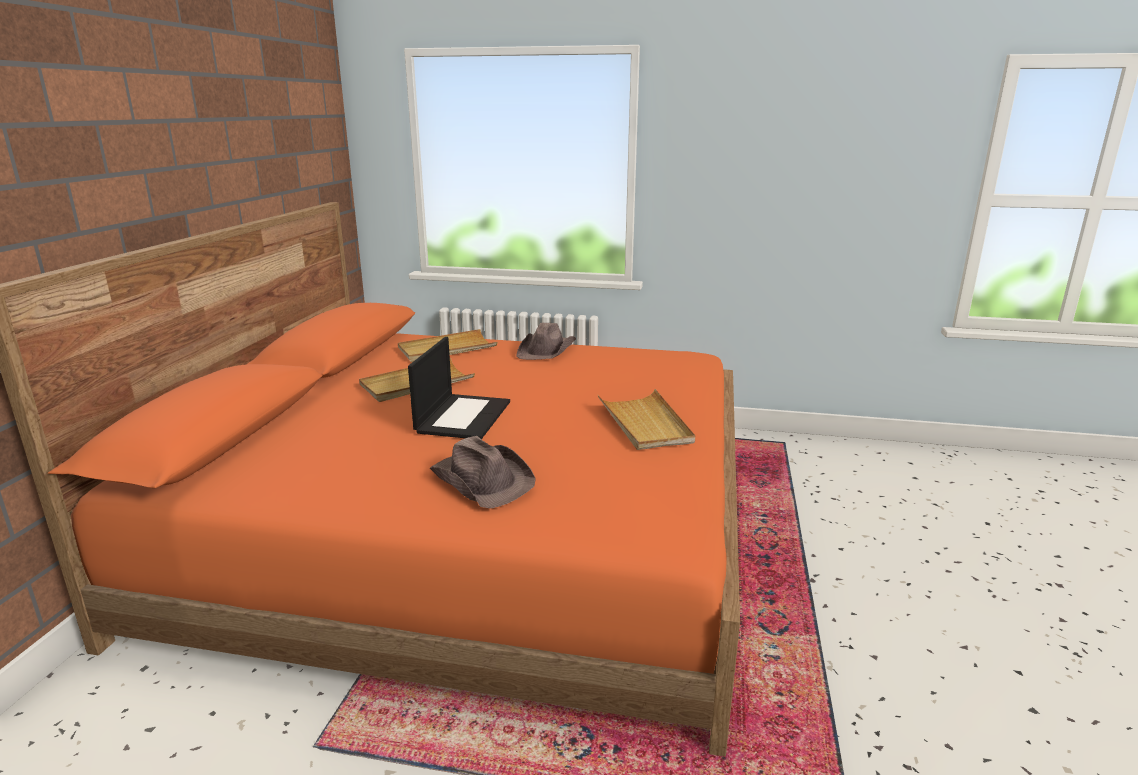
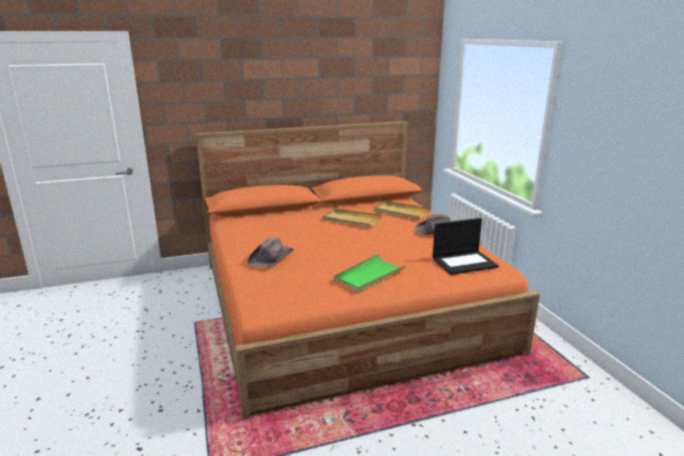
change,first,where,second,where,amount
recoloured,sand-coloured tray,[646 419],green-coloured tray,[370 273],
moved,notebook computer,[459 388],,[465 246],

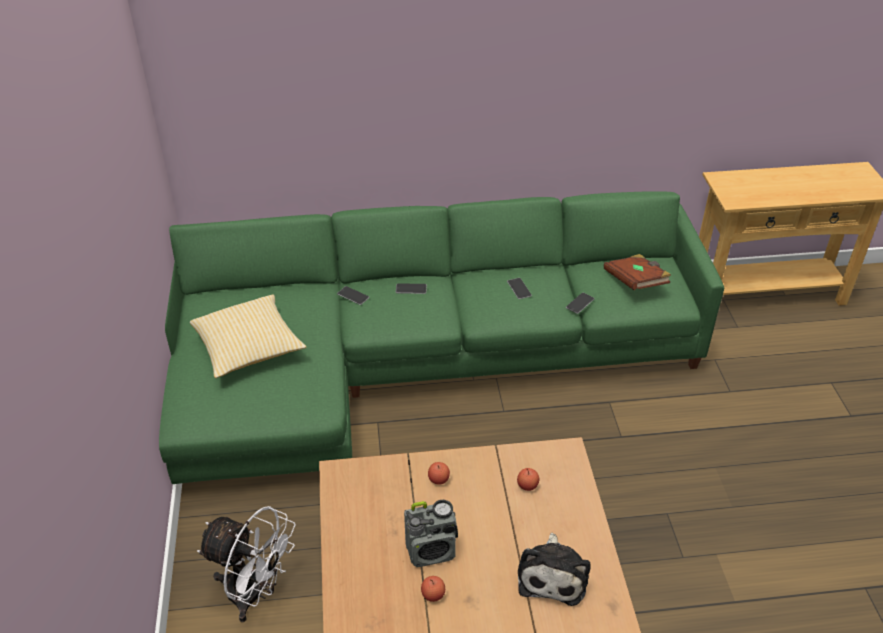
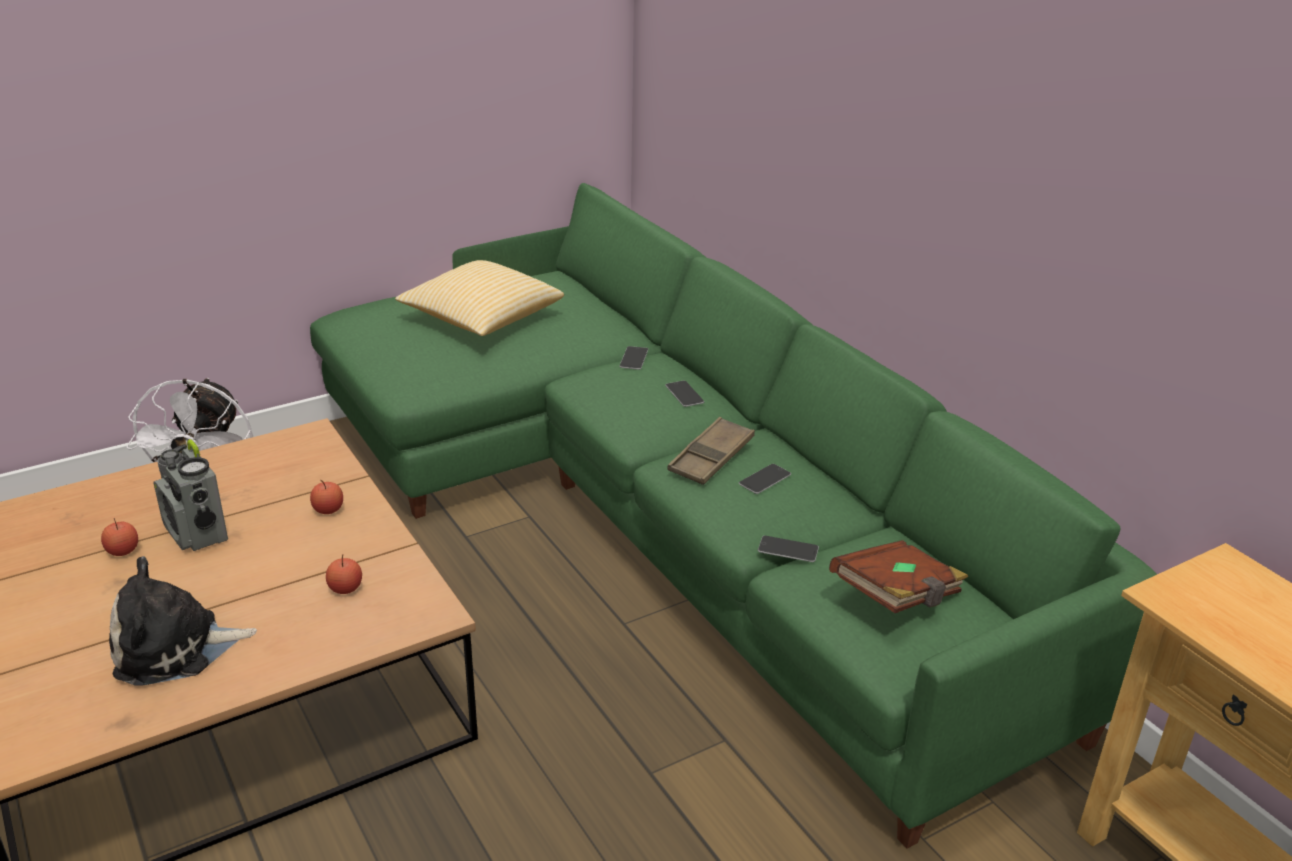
change,first,where,second,where,amount
added,,,brownish tray,[711 451],

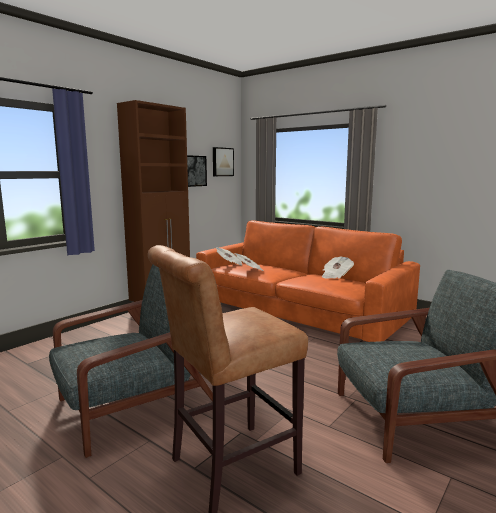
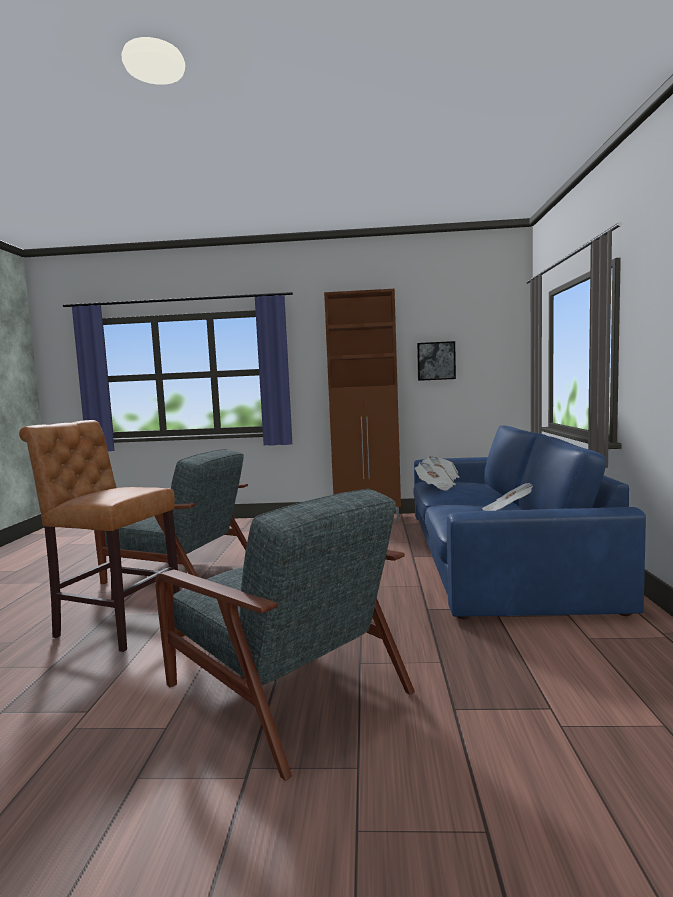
change,first,where,second,where,amount
recoloured,orangey couch,[308 281],bluish couch,[529 522],
removed,wall picture,[223 161],,,

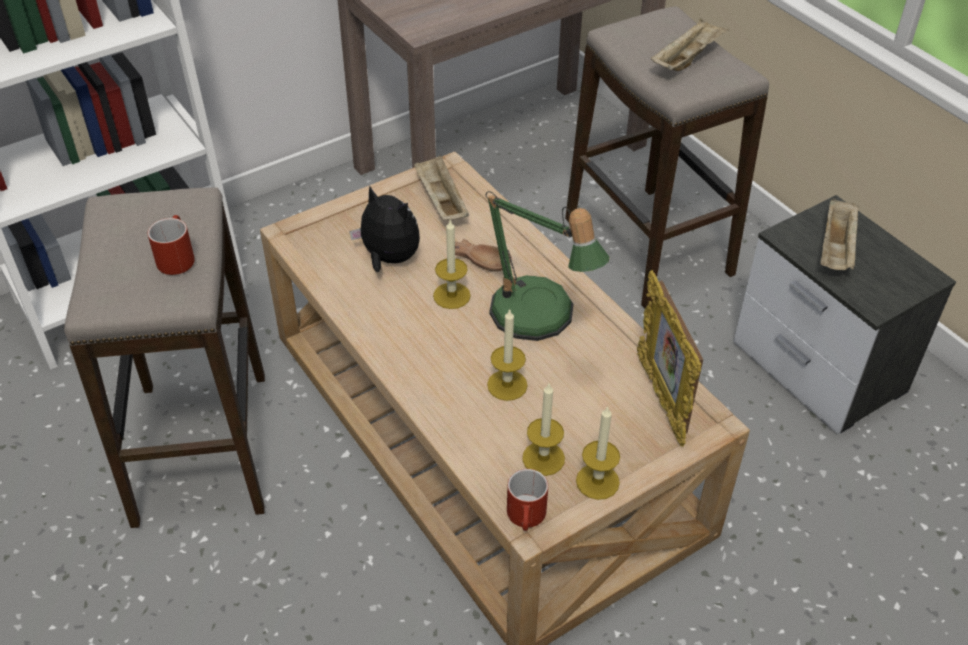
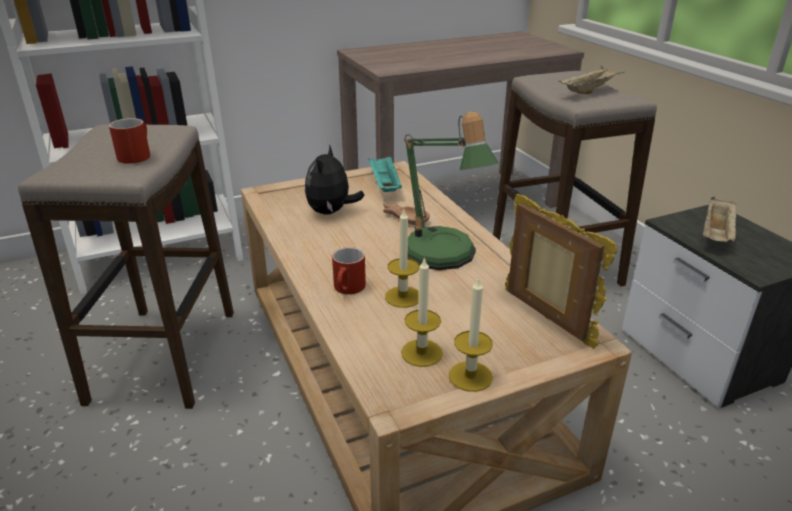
change,first,where,second,where,amount
turned,soft toy,[384 228],,[335 179],120 degrees counterclockwise
moved,red tea mug,[527 500],,[349 270],
recoloured,sand-coloured tray,[441 187],turquoise-coloured tray,[385 173],
turned,standing frame,[670 358],,[561 271],150 degrees clockwise
removed,candle,[452 264],,,

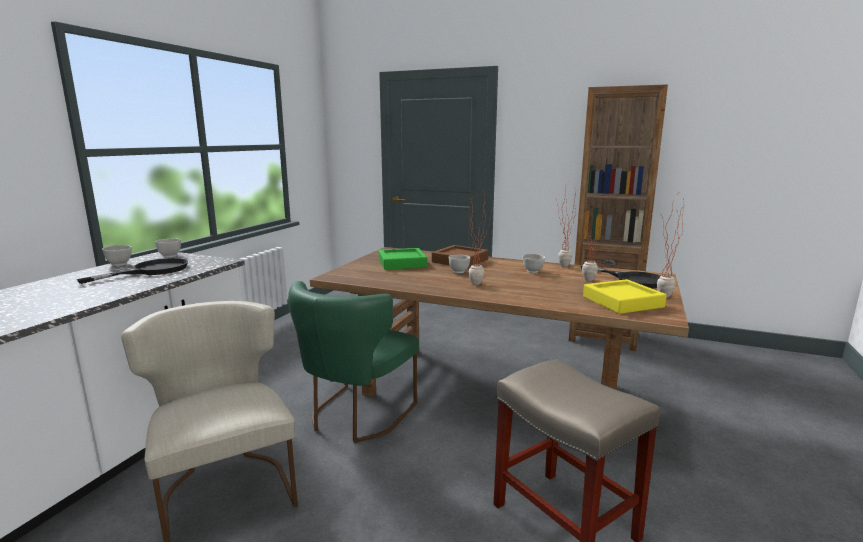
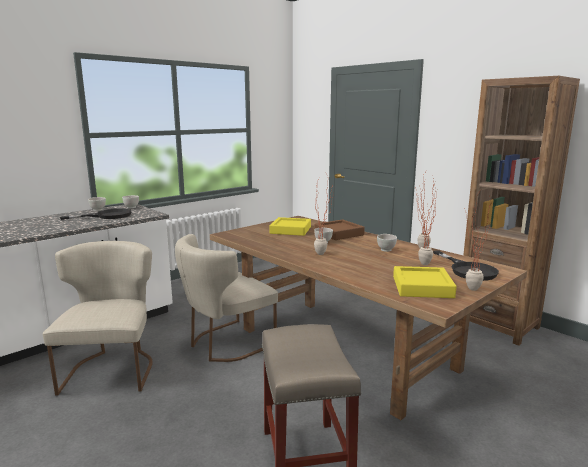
change,first,where,second,where,amount
recoloured,green-coloured plain chair,[353 362],sand-coloured plain chair,[226 298],
recoloured,green-coloured tray,[403 259],yellowish tray,[290 226],

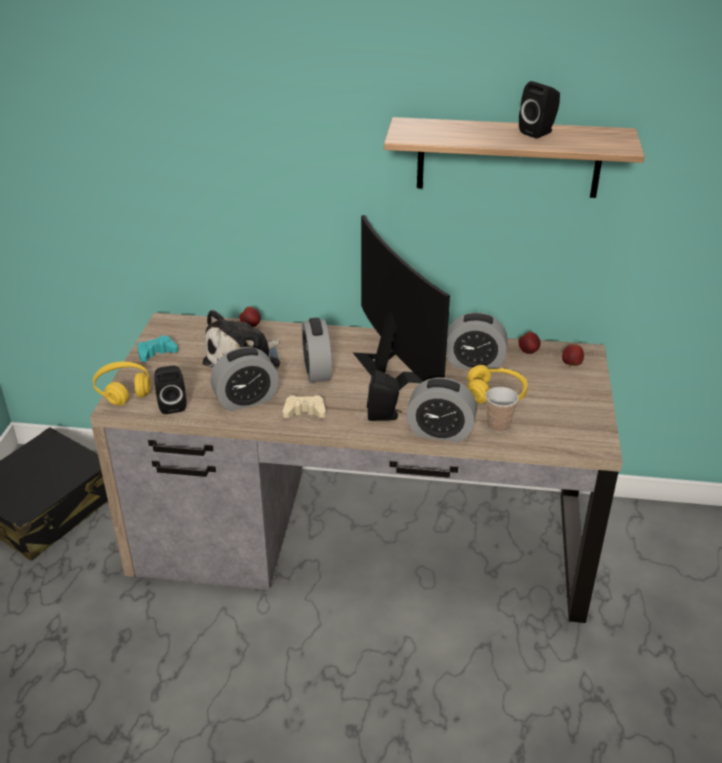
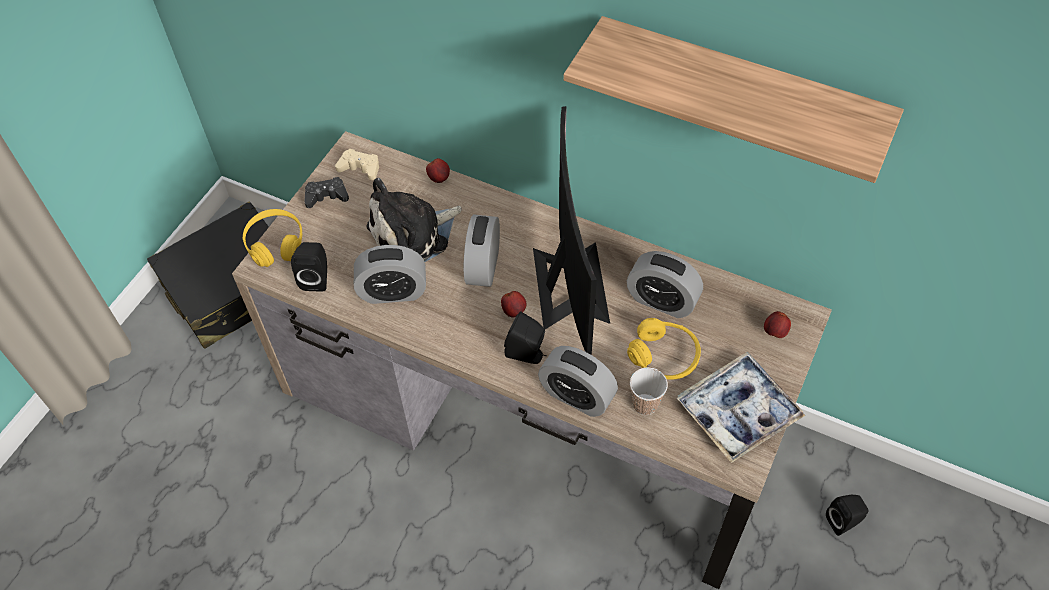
change,first,where,second,where,amount
recoloured,turquoise-coloured joypad,[157 348],blackish joypad,[326 192],
moved,sand-coloured joypad,[304 406],,[357 164],
moved,apple fruit,[529 342],,[514 304],
added,,,tray,[741 407],
moved,blackish loudspeaker,[539 110],,[847 515],

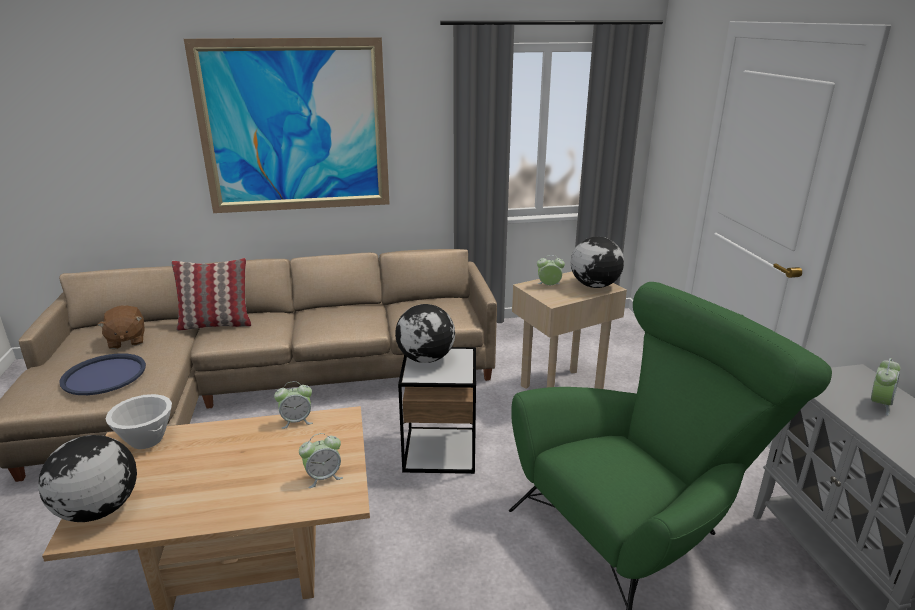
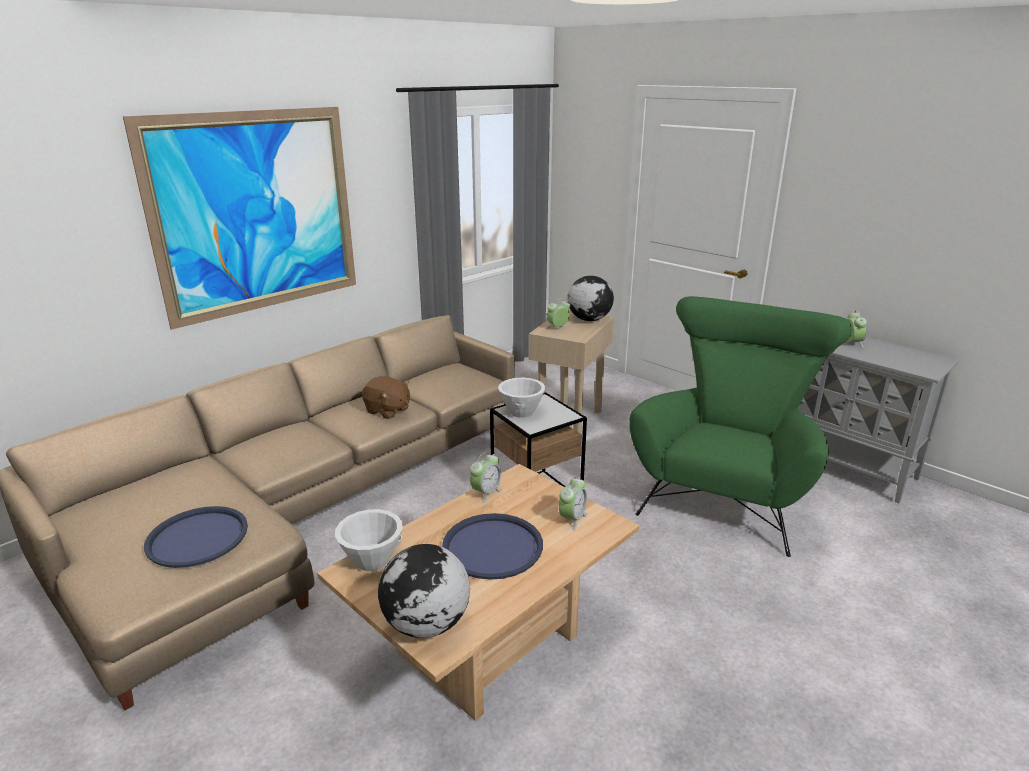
change,first,where,second,where,amount
moved,brownish soft toy,[121 327],,[386 397],
added,,,bluish tray,[492 546],
replaced,world globe,[425 333],white deep dish,[521 398],
removed,throw pillow,[211 294],,,

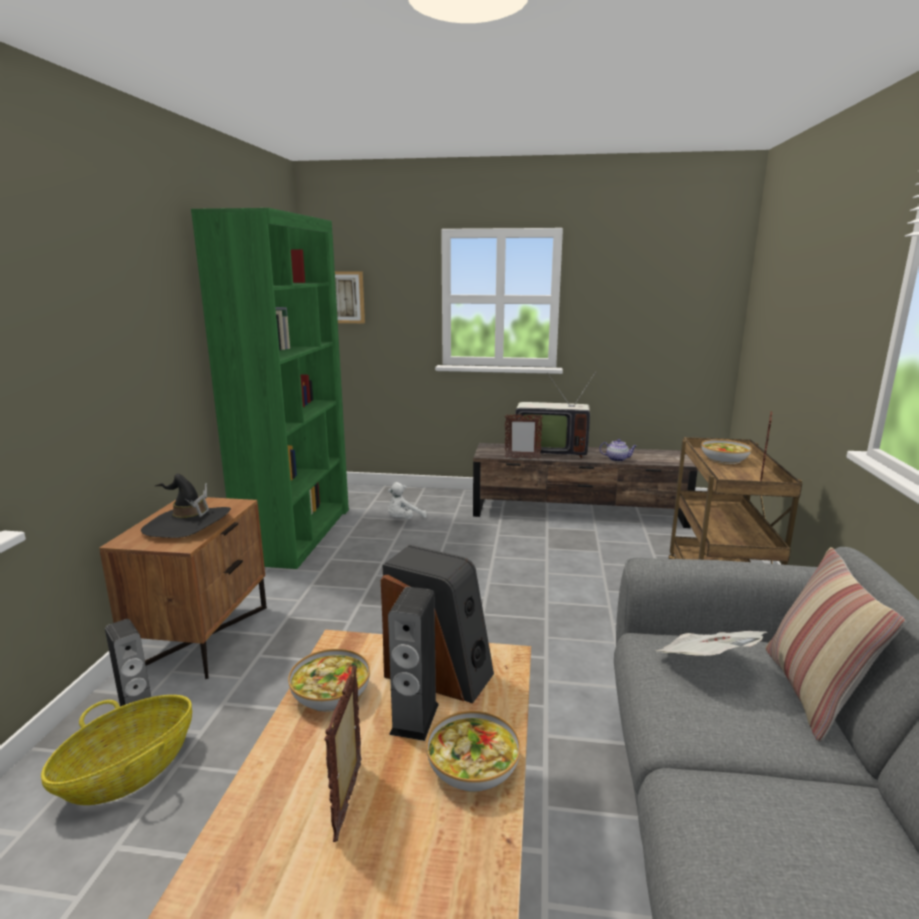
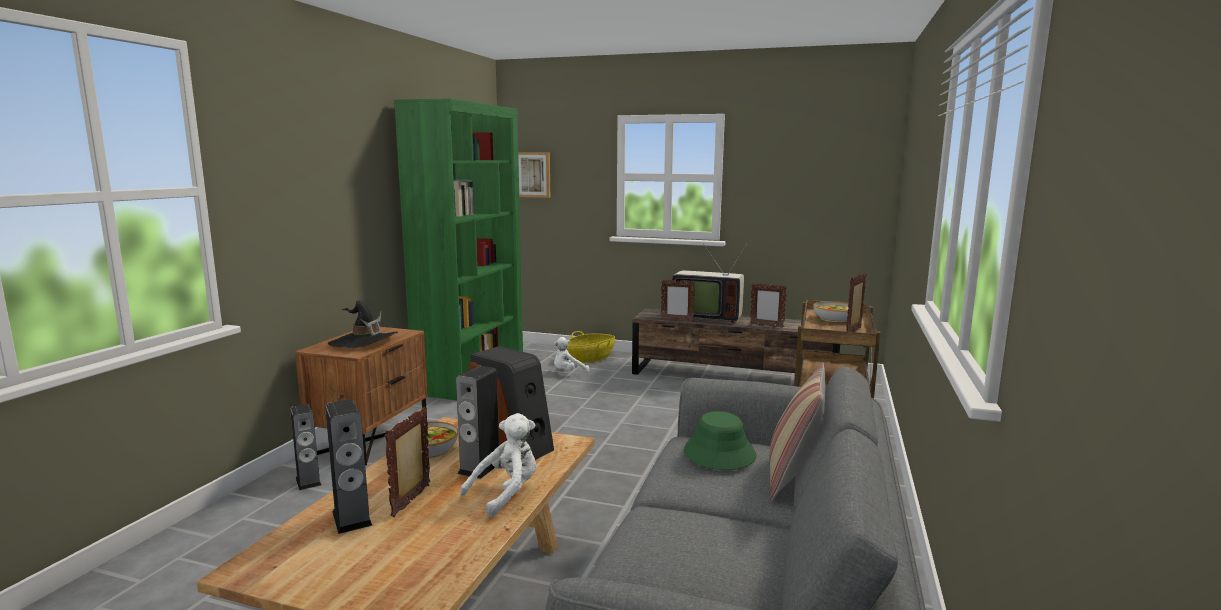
change,first,where,second,where,amount
added,,,loudspeaker,[349 467],
replaced,deep dish,[473 751],white soft toy,[498 465],
moved,basket,[116 750],,[591 347],
replaced,daily paper,[711 643],green-coloured hat,[720 440],
replaced,teapot,[618 450],standing frame,[768 305],

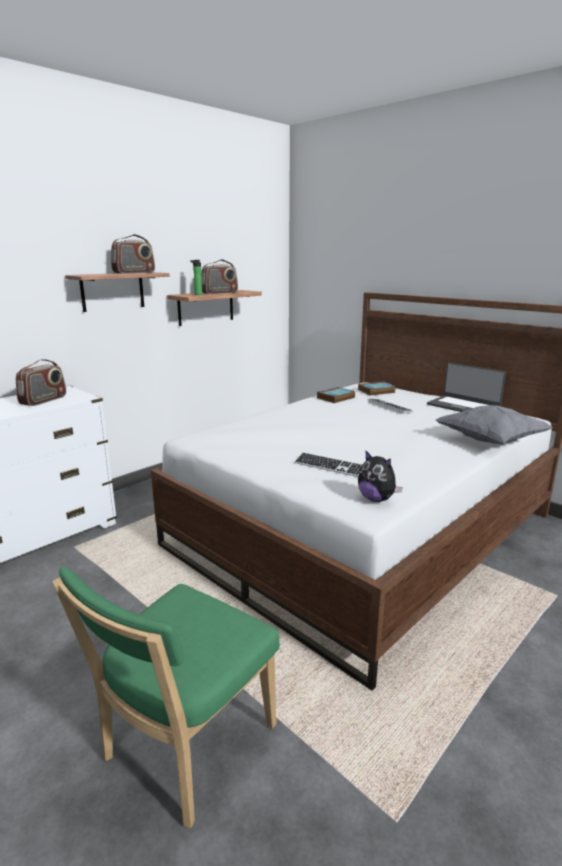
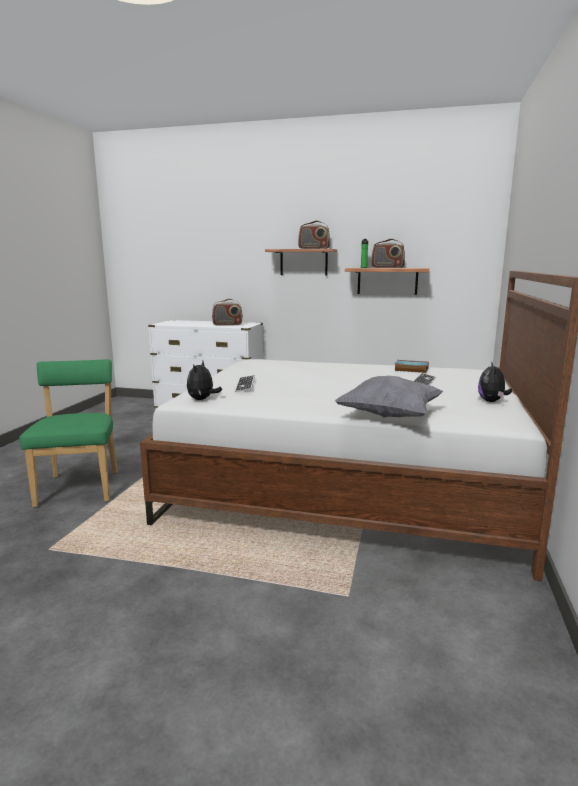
change,first,where,second,where,amount
turned,green-coloured plain chair,[166 697],,[68 433],75 degrees clockwise
replaced,notebook computer,[466 387],soft toy,[495 382],
removed,bound book,[377 388],,,

